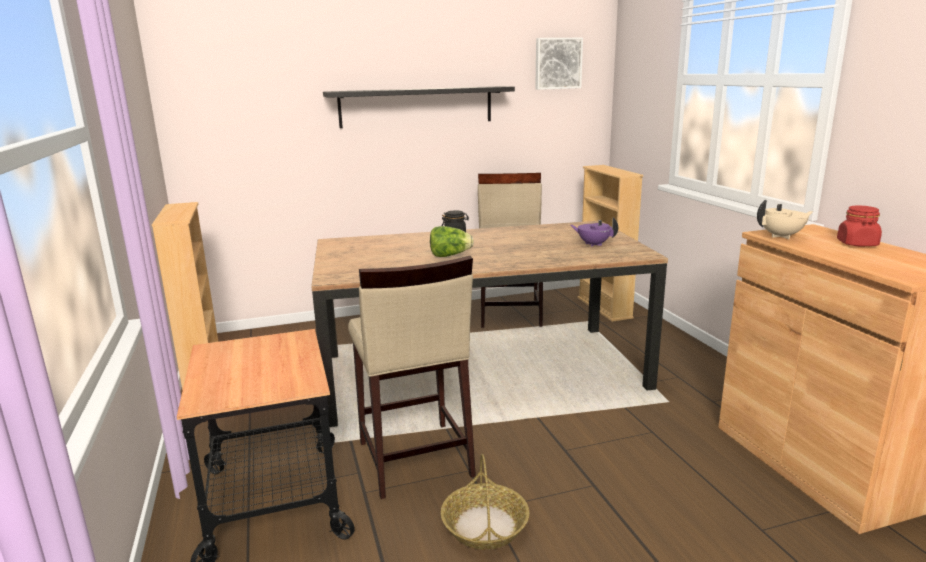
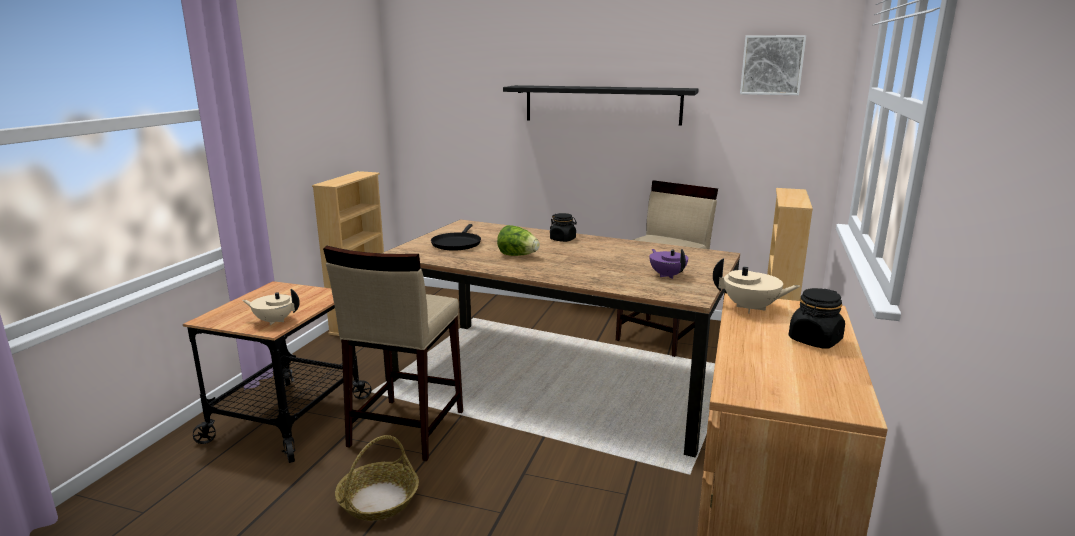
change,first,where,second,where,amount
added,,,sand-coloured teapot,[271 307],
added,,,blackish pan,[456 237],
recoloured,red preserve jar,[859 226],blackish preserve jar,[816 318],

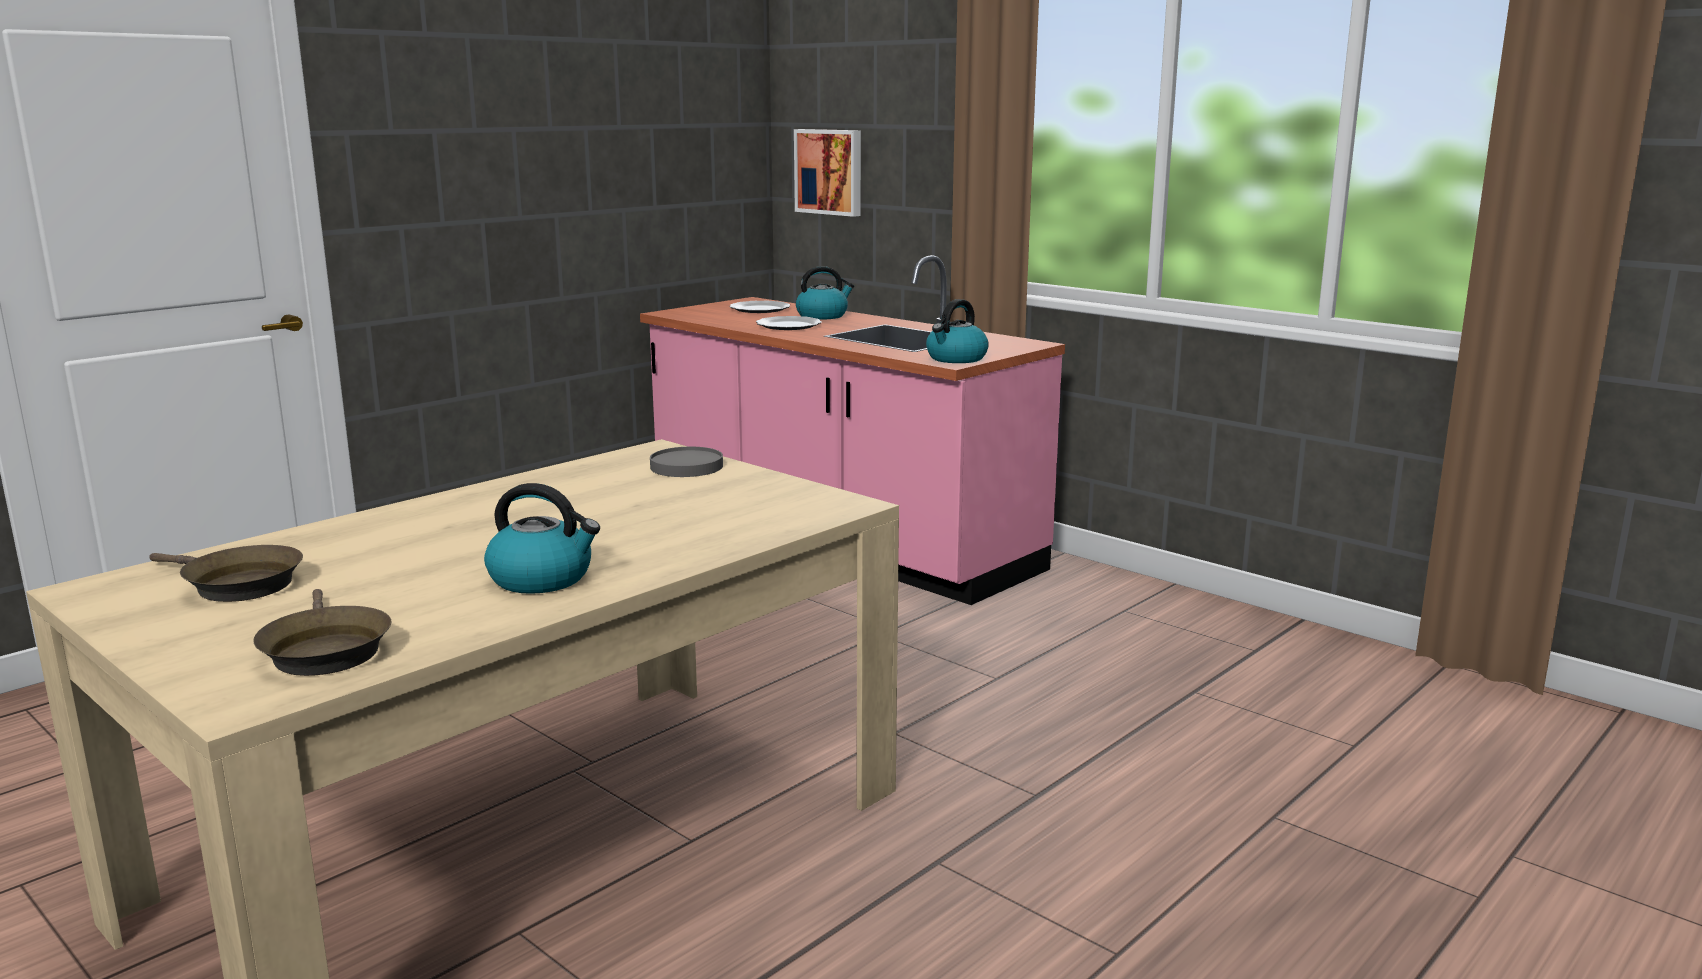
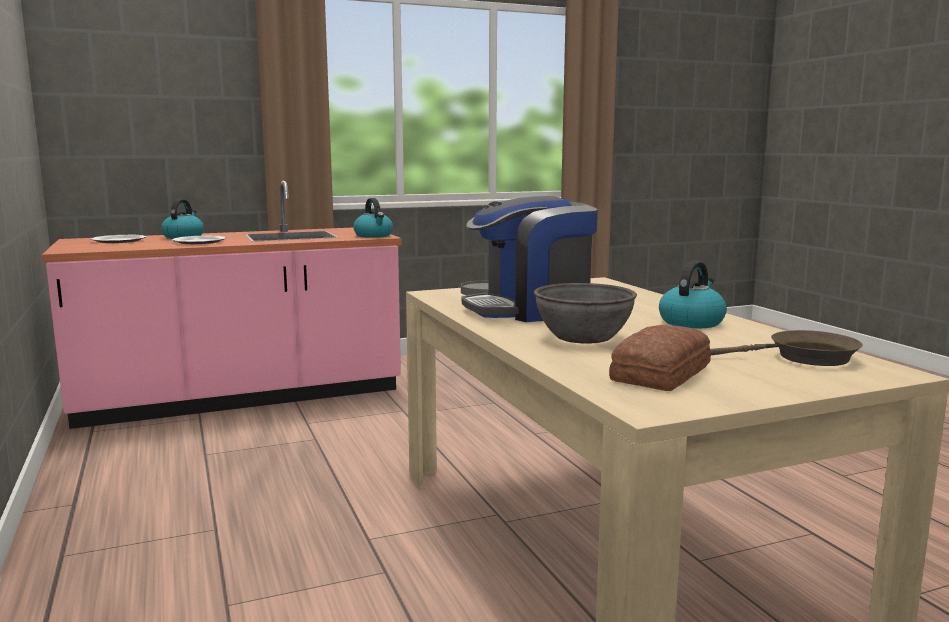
change,first,where,second,where,amount
added,,,coffee brewer,[530 259],
added,,,gray deep dish,[585 313],
replaced,brownish pan,[226 573],bread,[660 358],
removed,wall picture,[827 173],,,

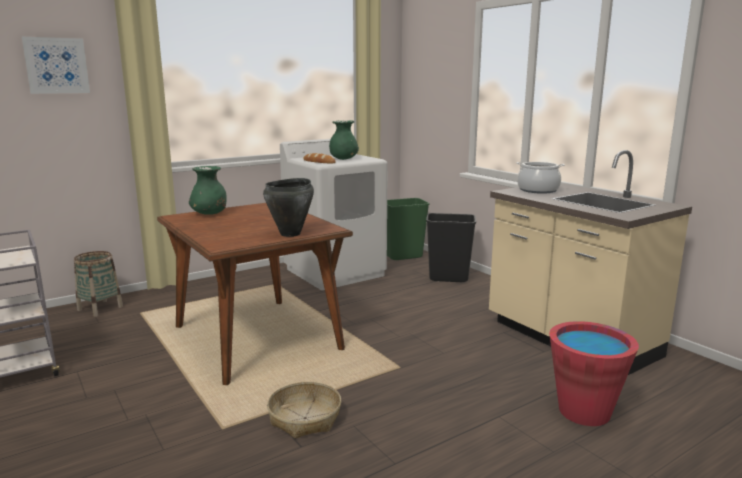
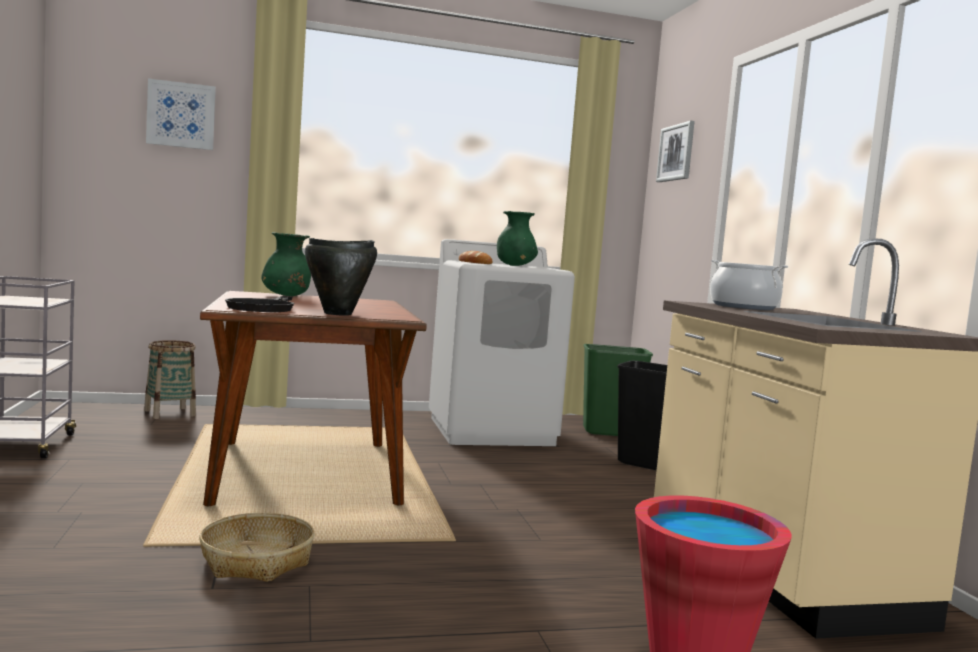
change,first,where,second,where,amount
added,,,blackish pan,[259 304],
added,,,wall picture,[675 151],

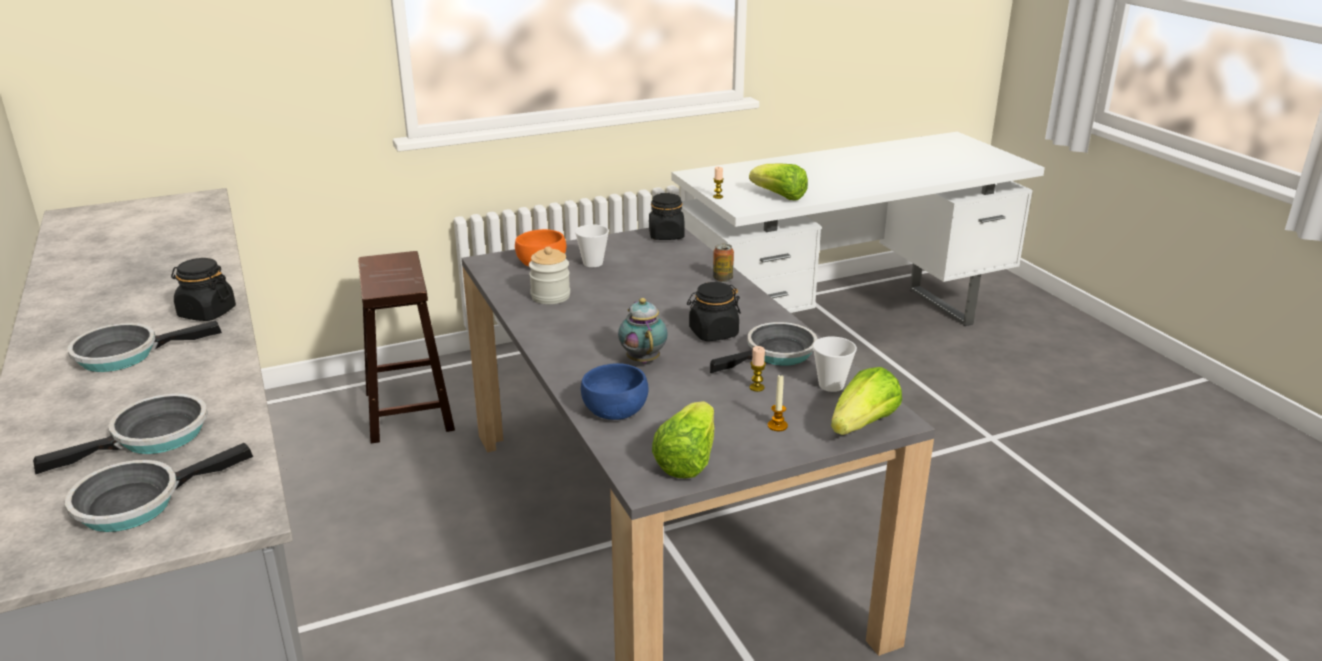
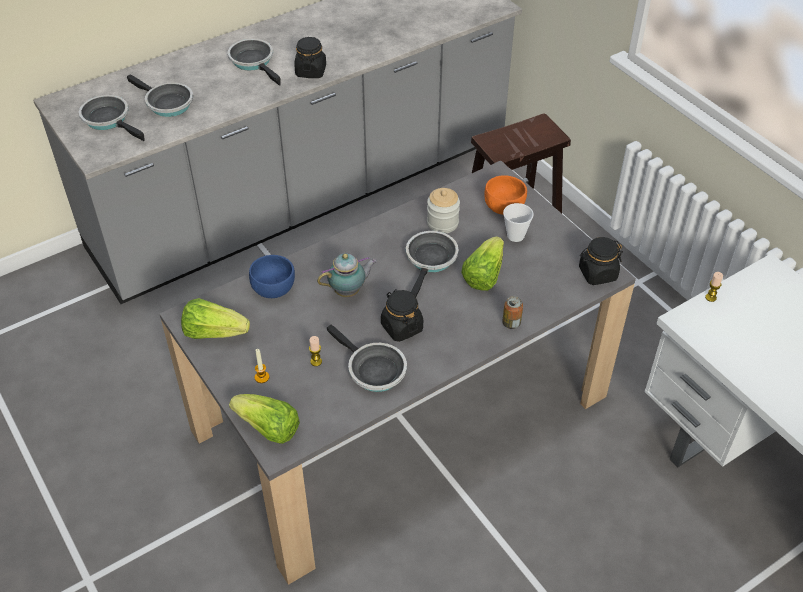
change,first,where,second,where,amount
added,,,pan,[432 264],
moved,head of lettuce,[778 182],,[483 264],
removed,cup,[835 364],,,

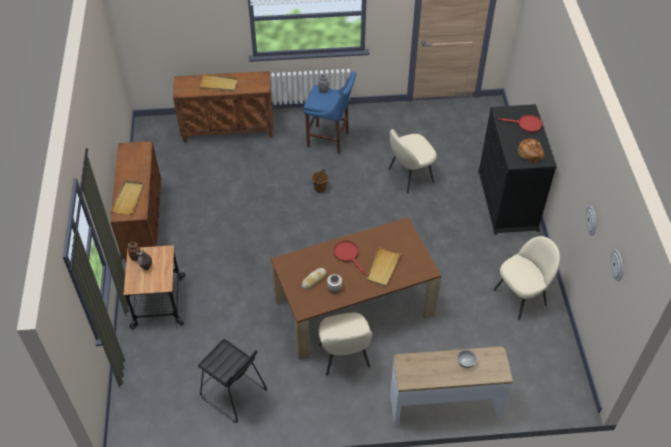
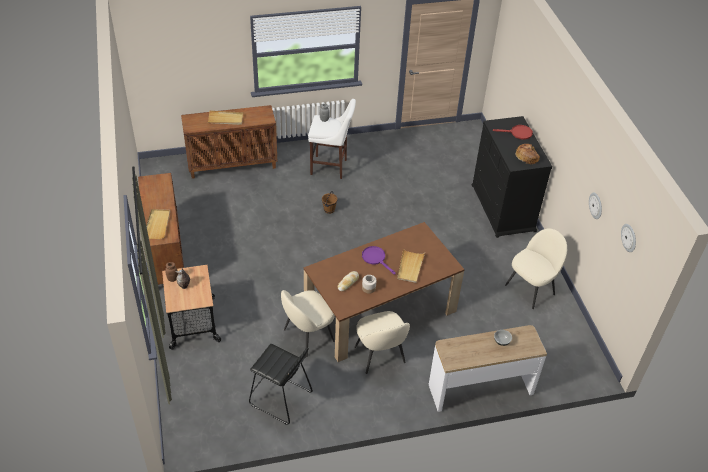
change,first,where,second,where,amount
moved,sand-coloured plain chair,[413 161],,[308 323],
recoloured,bluish stool seat,[330 112],white stool seat,[332 139],
recoloured,red pan,[350 258],purple-coloured pan,[379 260],

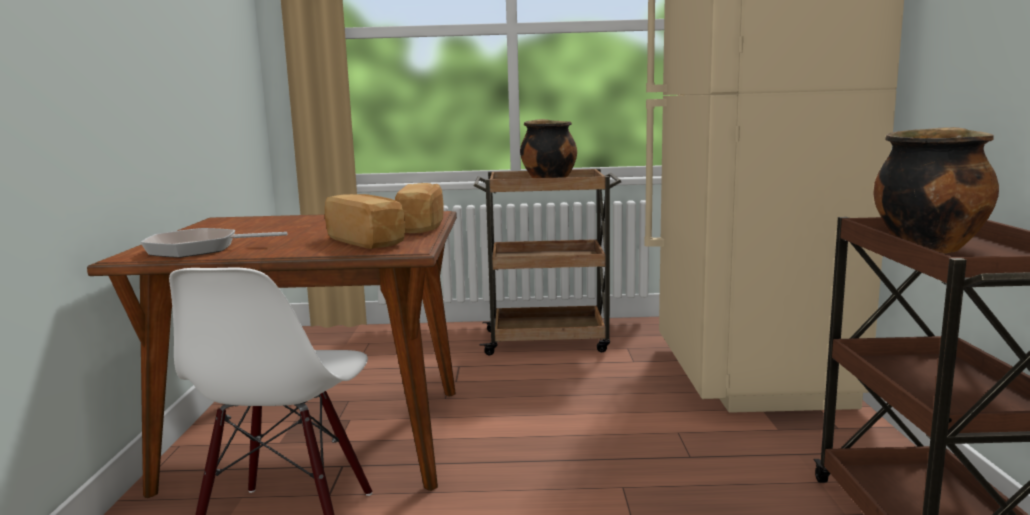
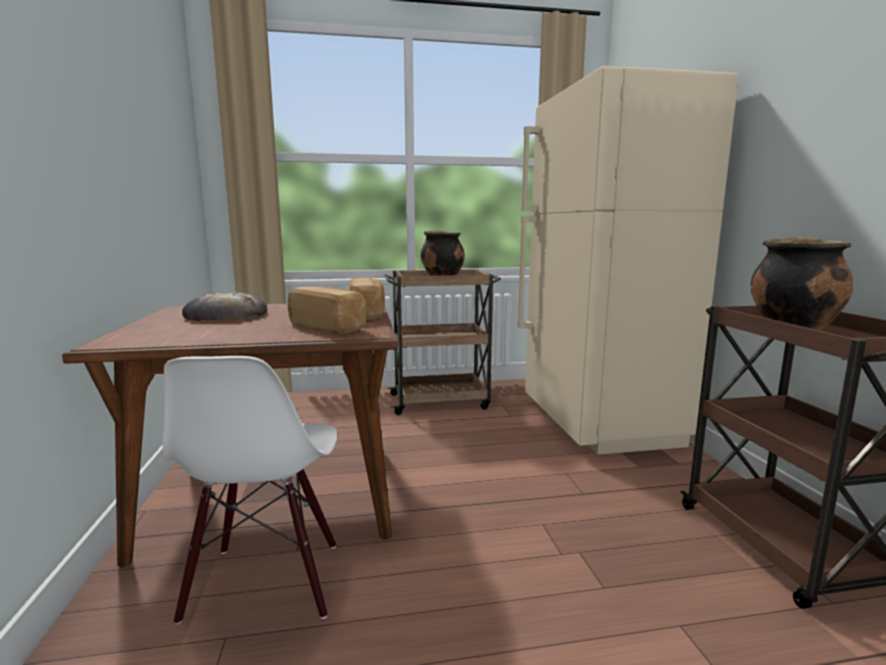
change,first,where,second,where,amount
added,,,bread,[225 306],
removed,pan,[213 243],,,

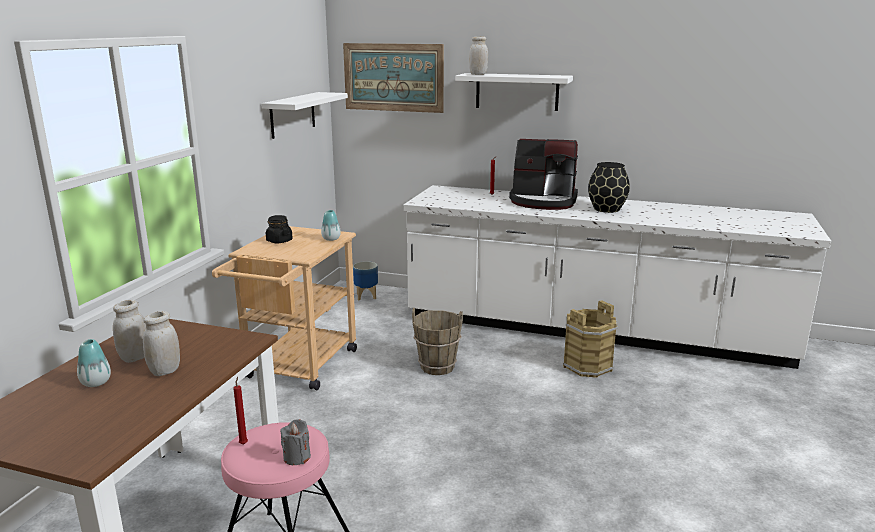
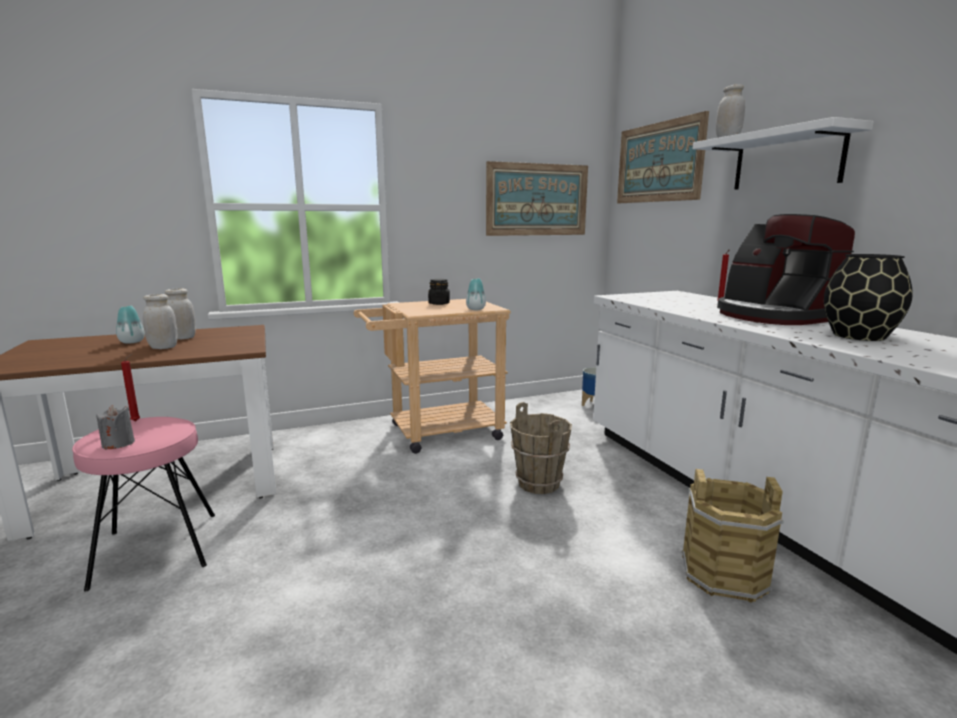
change,first,where,second,where,amount
replaced,white bracket shelf,[305 115],wall picture,[537 198],

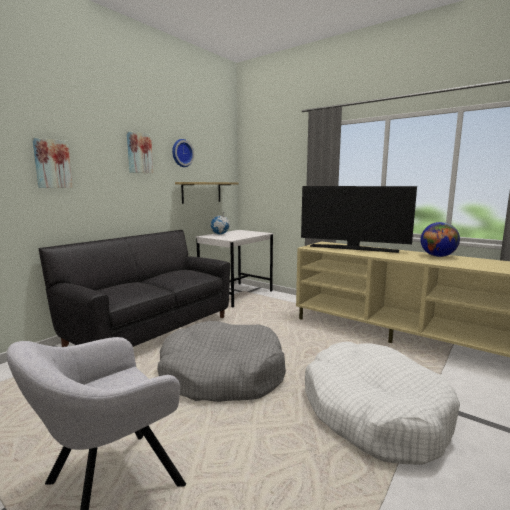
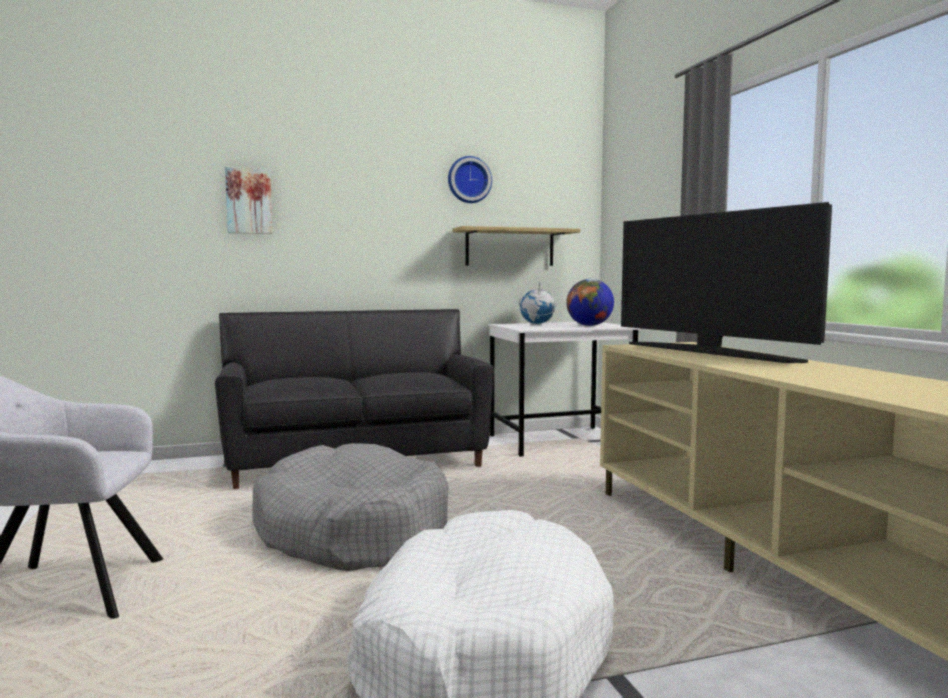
change,first,where,second,where,amount
moved,world globe,[440 239],,[590 302],
removed,wall picture,[140 152],,,

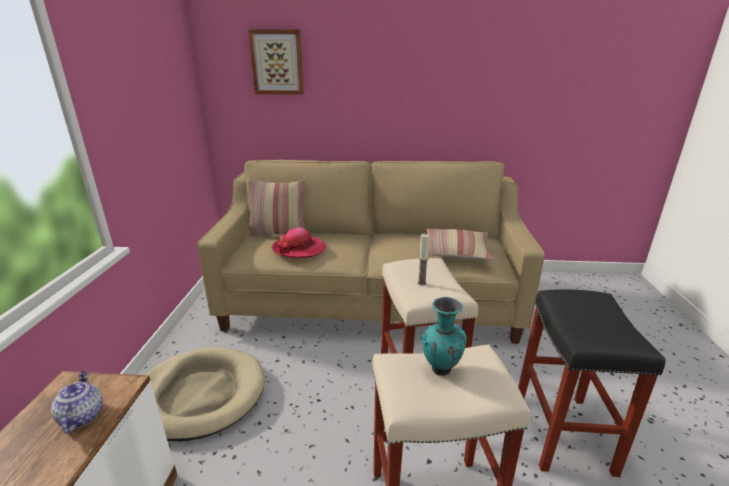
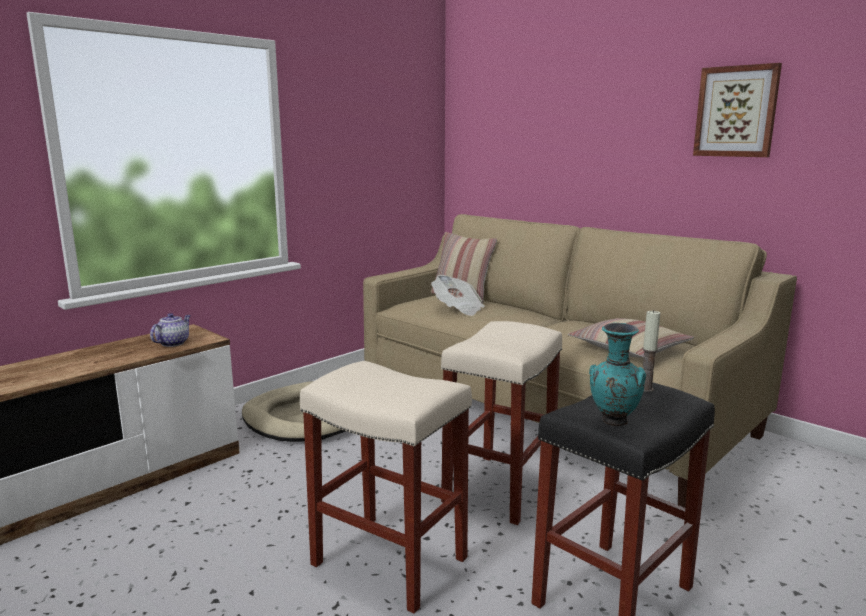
change,first,where,second,where,amount
replaced,hat,[299 242],daily paper,[458 295],
moved,turquoise-coloured decorative vase,[443 336],,[617 374],
moved,candle,[423 260],,[651 351],
moved,wall picture,[276 62],,[737 110],

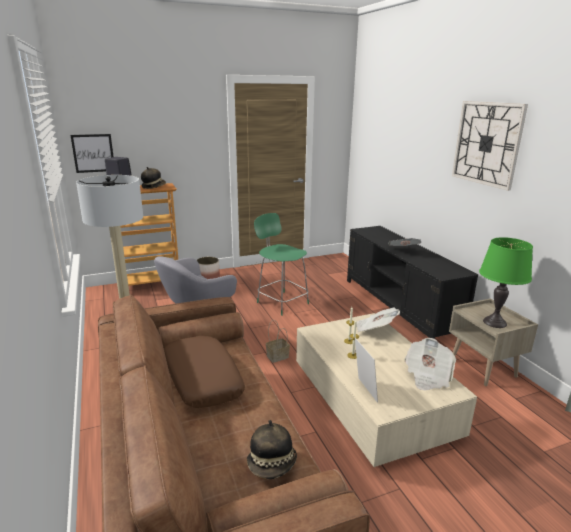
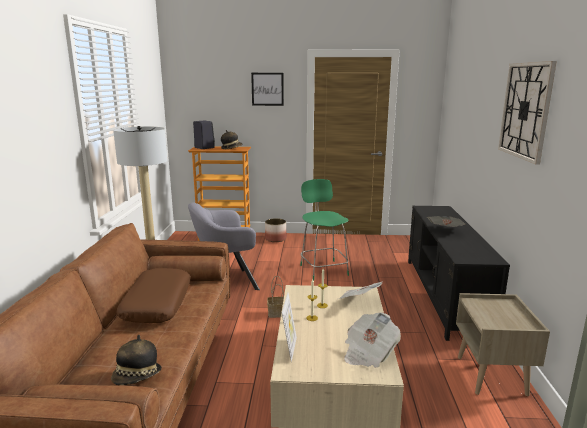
change,first,where,second,where,amount
moved,wall picture,[92 153],,[267 89],
removed,green-coloured lamp for a table,[506 282],,,

